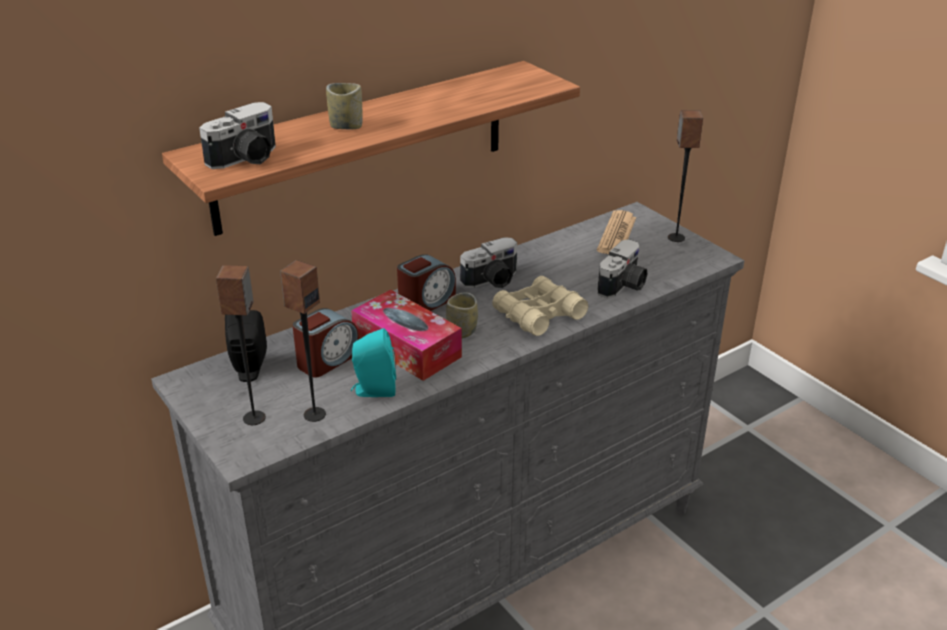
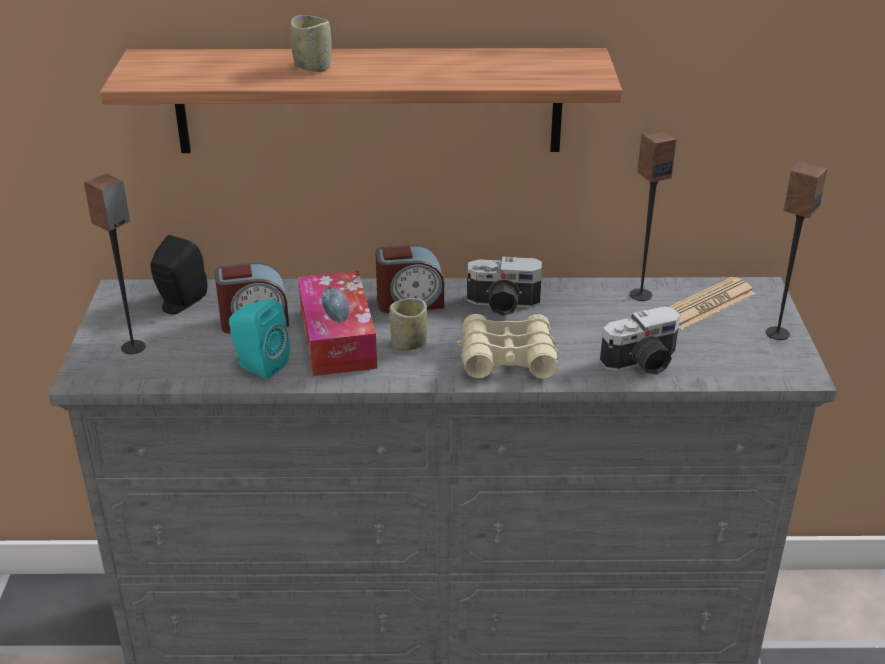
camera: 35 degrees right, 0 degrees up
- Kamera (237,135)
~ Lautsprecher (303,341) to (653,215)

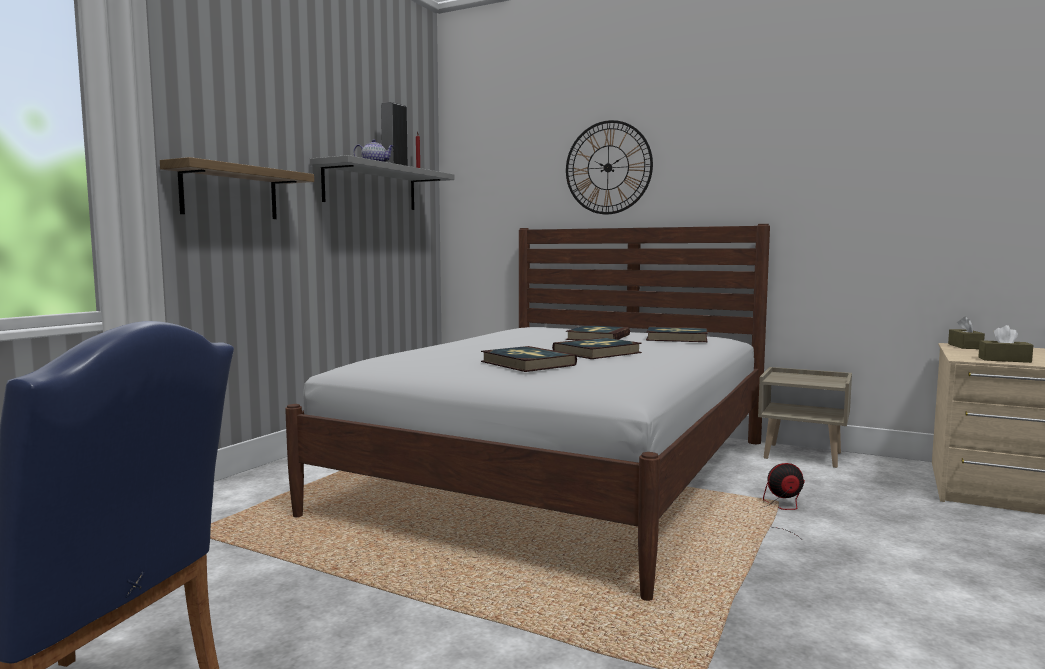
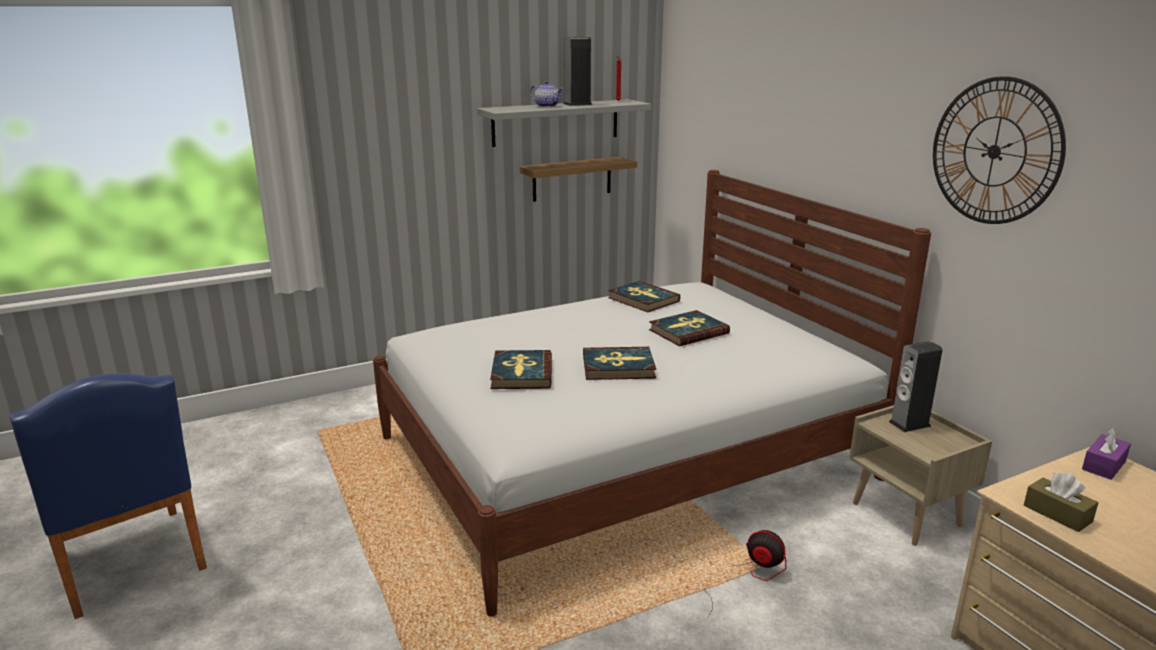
camera: 35 degrees right, 15 degrees up
~ Wandregal (237,188) to (578,179)
~ Wanduhr (609,167) to (999,150)
~ Buch (677,334) to (644,296)
~ Taschentuchbox/braun (966,332) to Taschentuchbox/lila (1106,453)
+ Lautsprecher (916,386)

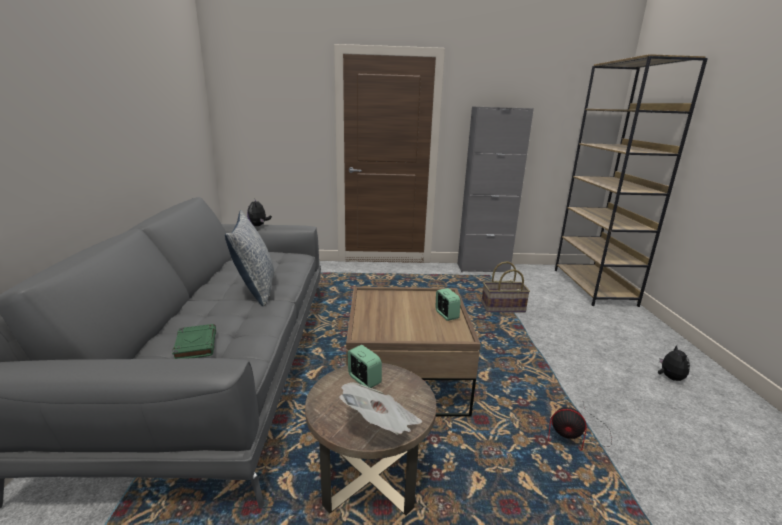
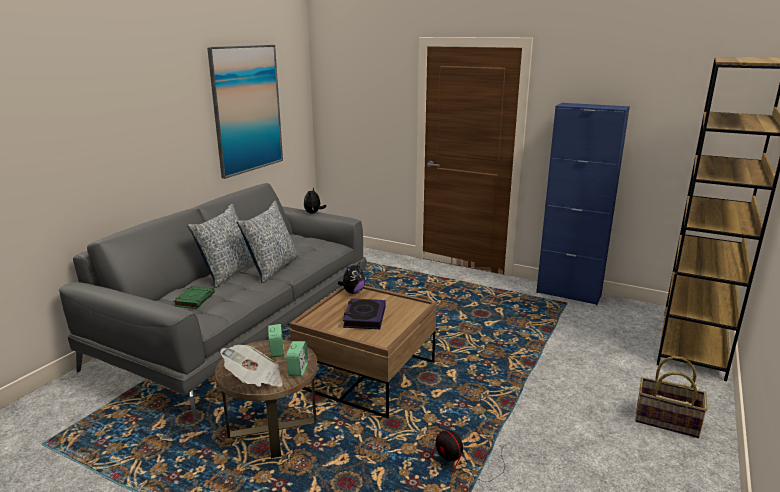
camera: 30 degrees right, 0 degrees up
~ Wecker (448,304) to (297,358)
~ Schrank/grau (495,190) to Schrank/blau (583,204)
~ Korb (505,287) to (671,397)
~ Plüschtier (674,363) to (351,278)
+ Kissen (221,246)
+ Bild (245,112)
+ Buch (364,313)

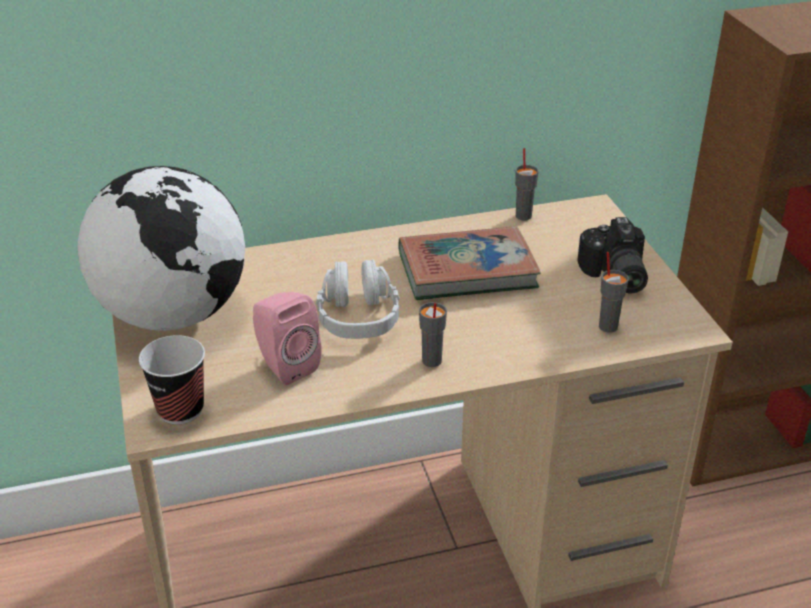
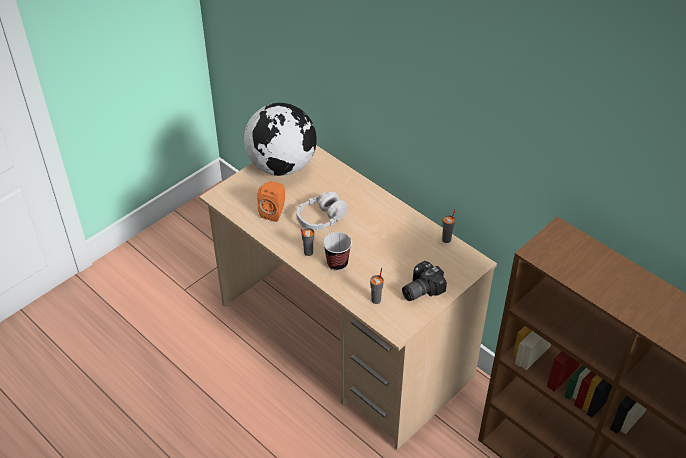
camera: 60 degrees right, 10 degrees up
~ Tasse (172,380) to (337,251)
~ Lautsprecher/rosa (287,338) to Lautsprecher/orange (271,201)
- Buch (469,263)

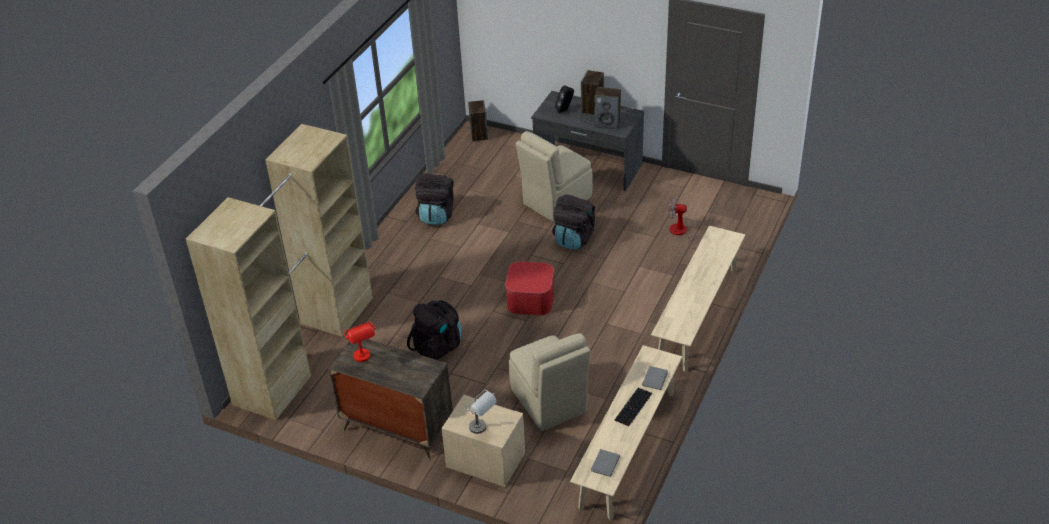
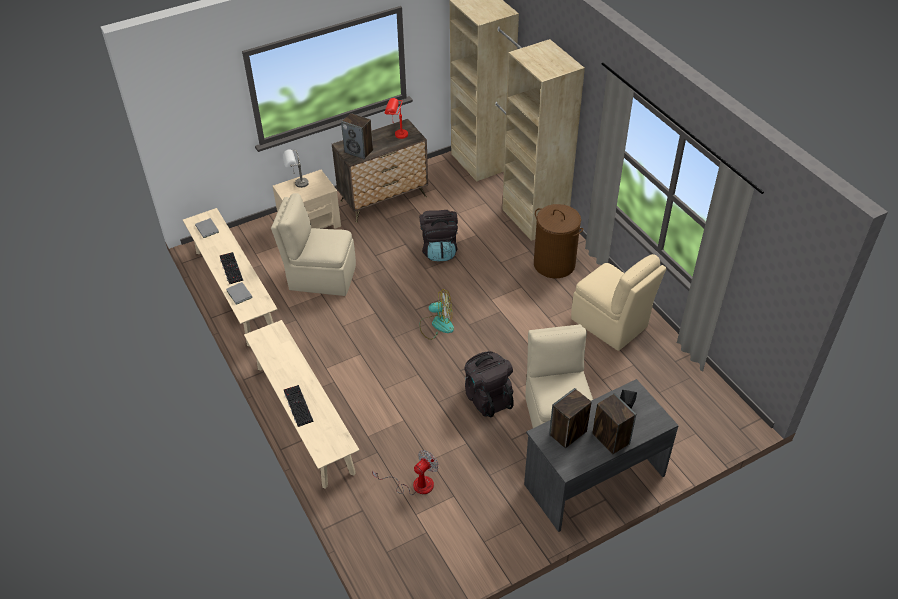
camera: 125 degrees right, 5 degrees up
~ Rucksack/schwarz (434,199) to Stuhl/beige (618,302)
~ Lautsprecher (478,120) to (357,136)
~ Polsterhocker (529,288) to Ventilator (436,314)
+ Tastatur (299,406)
+ Wäschekorb/braun (559,241)

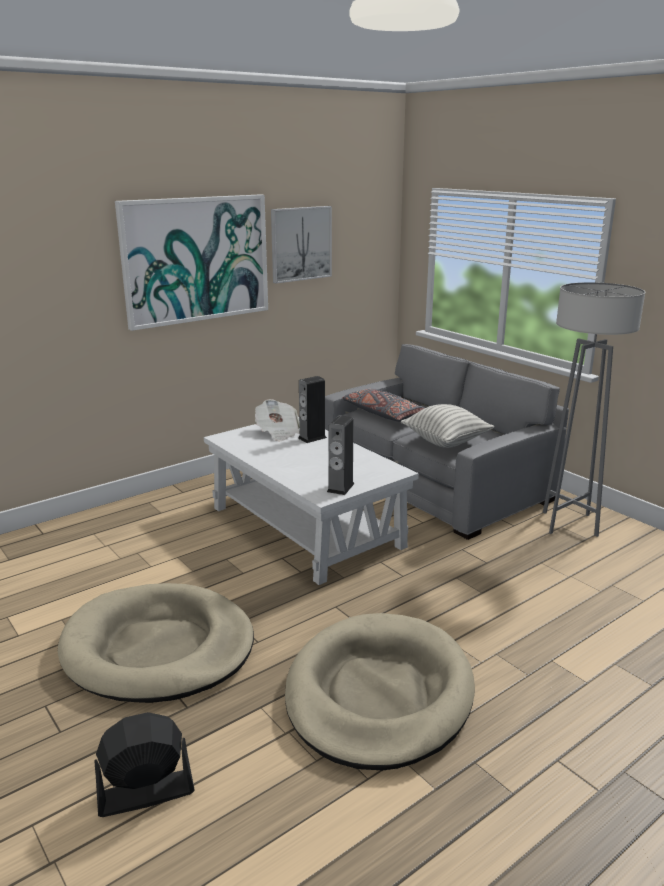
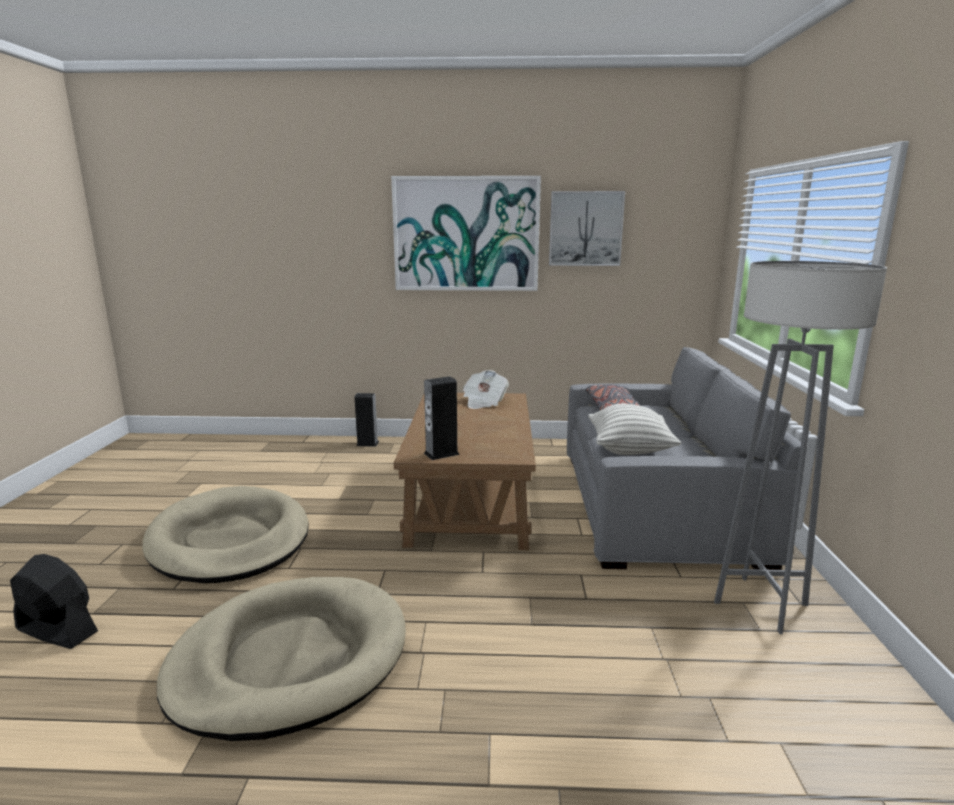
camera: 40 degrees right, 5 degrees down
~ Couchtisch/weiß (311,501) to Couchtisch/braun (465,471)
~ Lautsprecher (312,409) to (367,420)

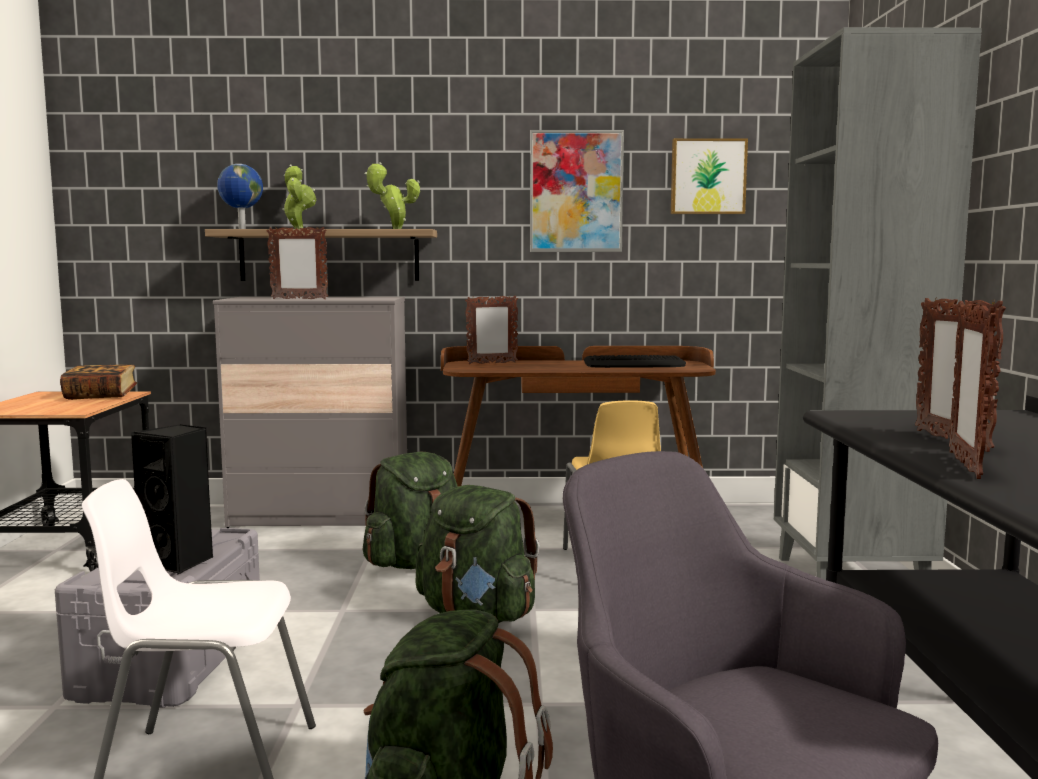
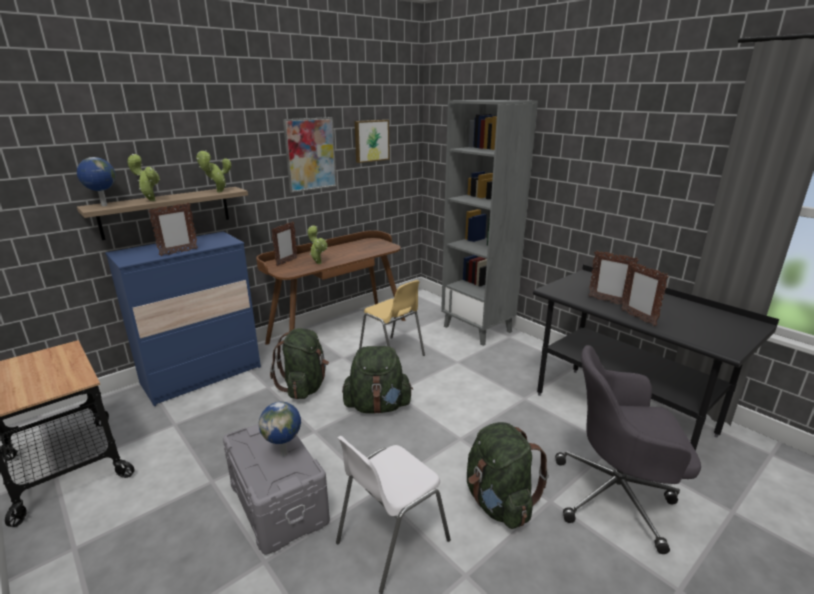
camera: 40 degrees left, 15 degrees up
- Buch (98,382)
~ Lautsprecher/schwarz (172,499) to Globus (280,429)
~ Kommode/grau (310,412) to Kommode/blau (183,318)
- Tastatur (635,361)
+ Topfpflanze (317,244)

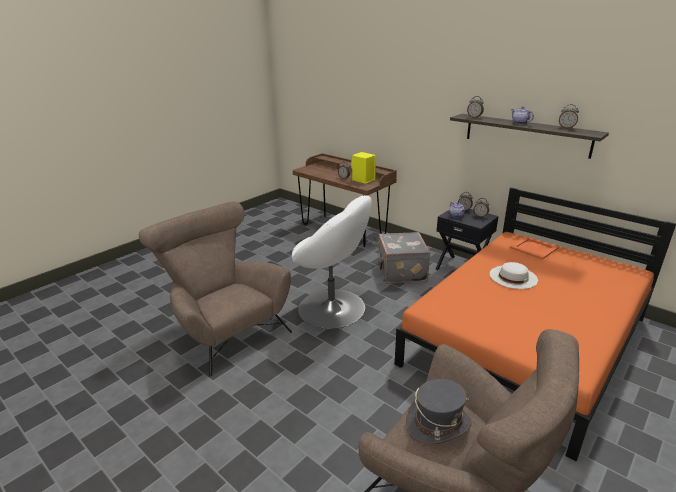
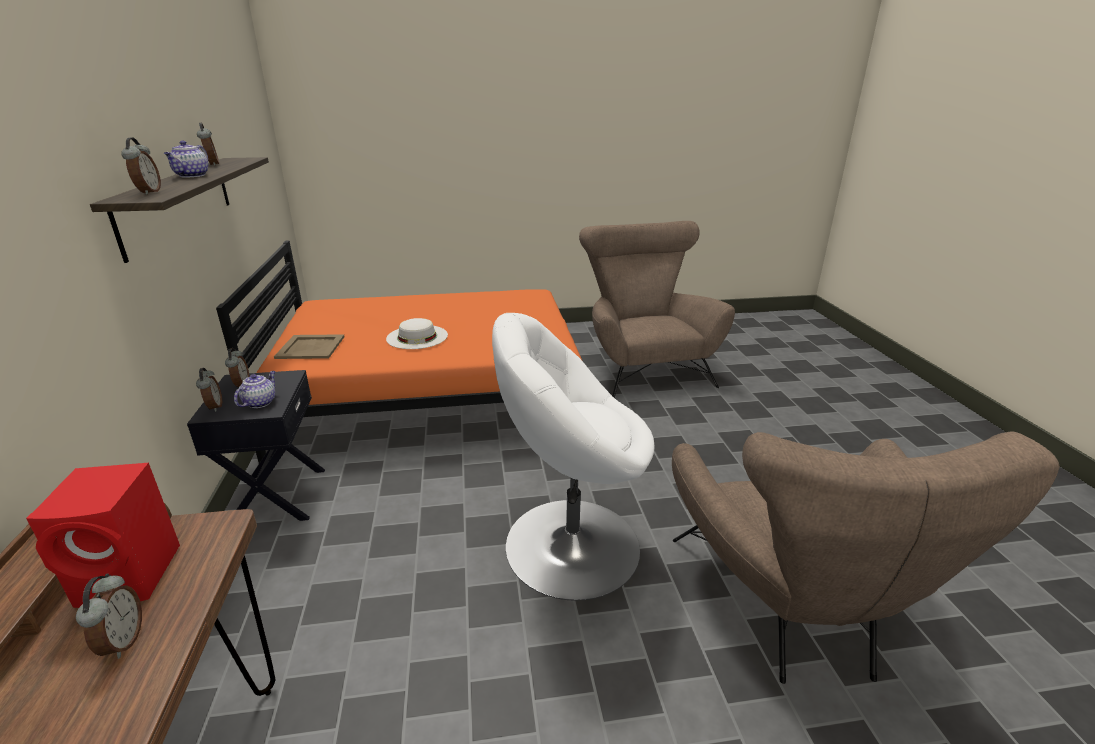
camera: 140 degrees left, 0 degrees up
~ Sessel/weiß (332,262) = (573,457) 75 degrees counterclockwise
~ Lautsprecher/gelb (363,168) to Lautsprecher/rot (103,535)
- Koffer/grau (404,258)
- Hut/grau (438,411)
~ Tablett/orange (534,247) to Tablett/beige (309,346)

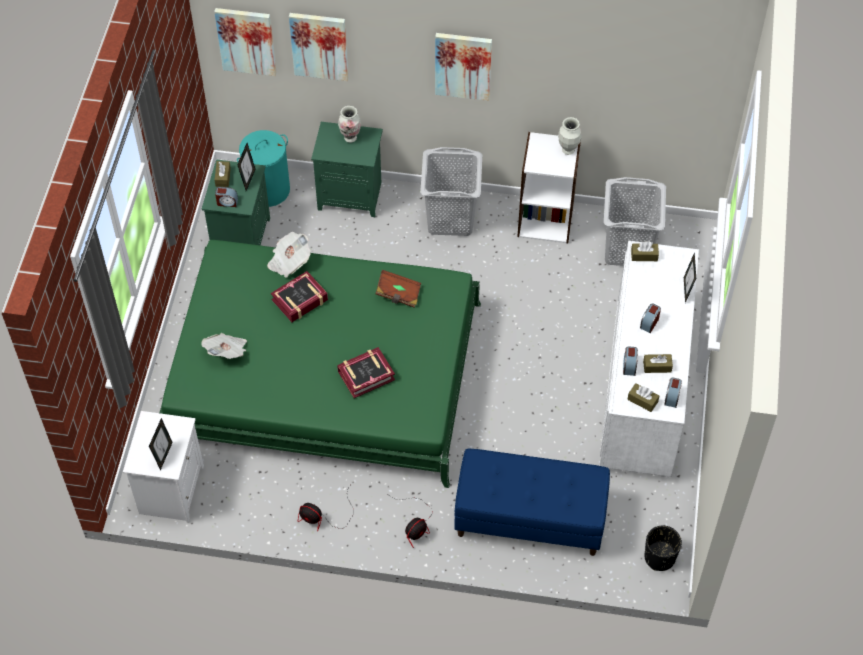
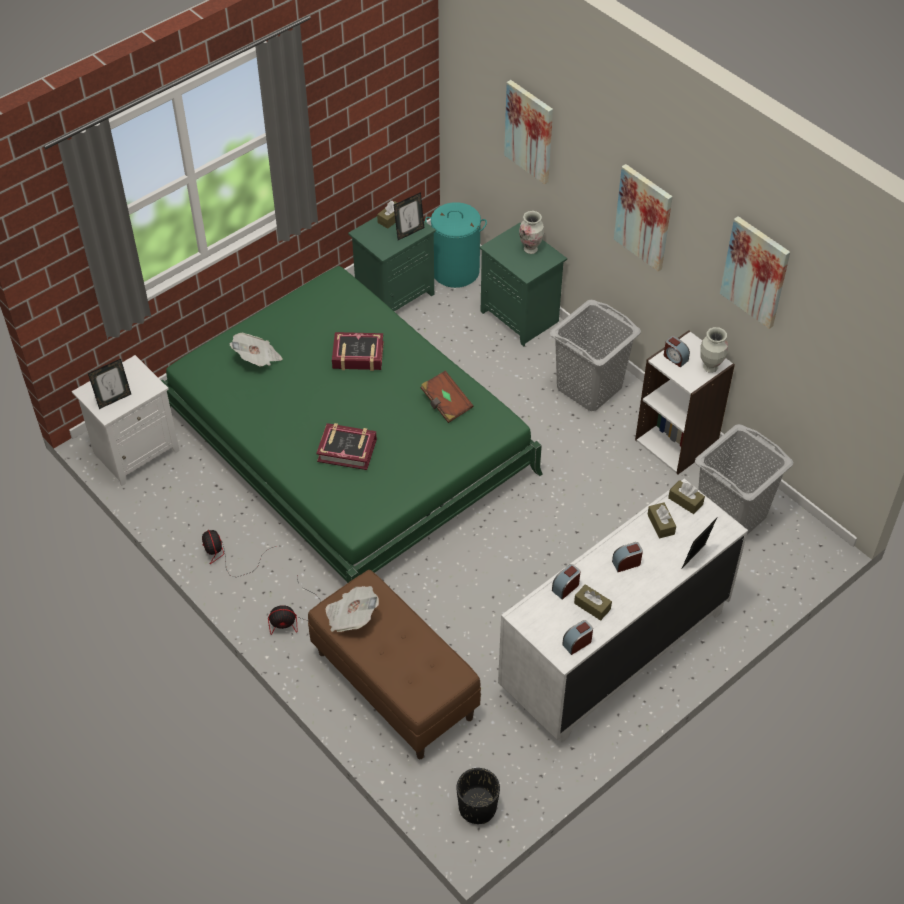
camera: 40 degrees right, 5 degrees down
~ Bild (245,42) to (755,272)
~ Wecker (226,197) to (677,352)
~ Zeitung (289,255) to (352,609)
~ Bank/blau (532,502) to Bank/braun (394,664)
~ Taschentuchbox/braun (643,397) to (661,520)

